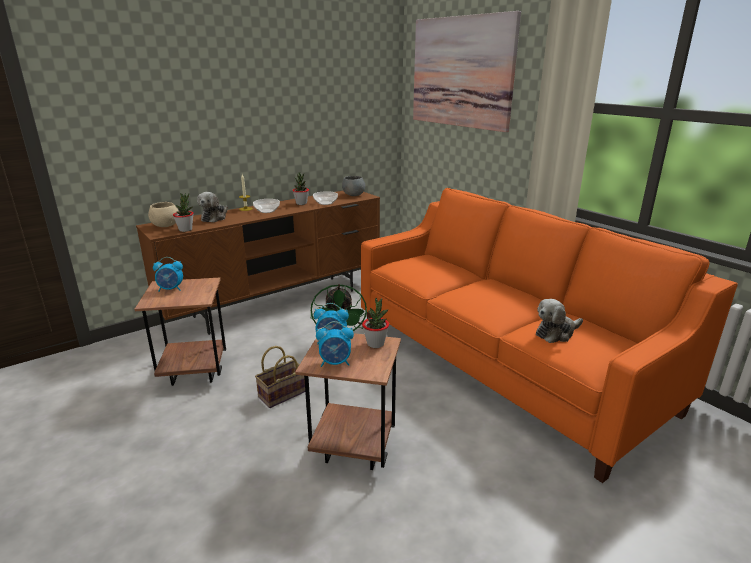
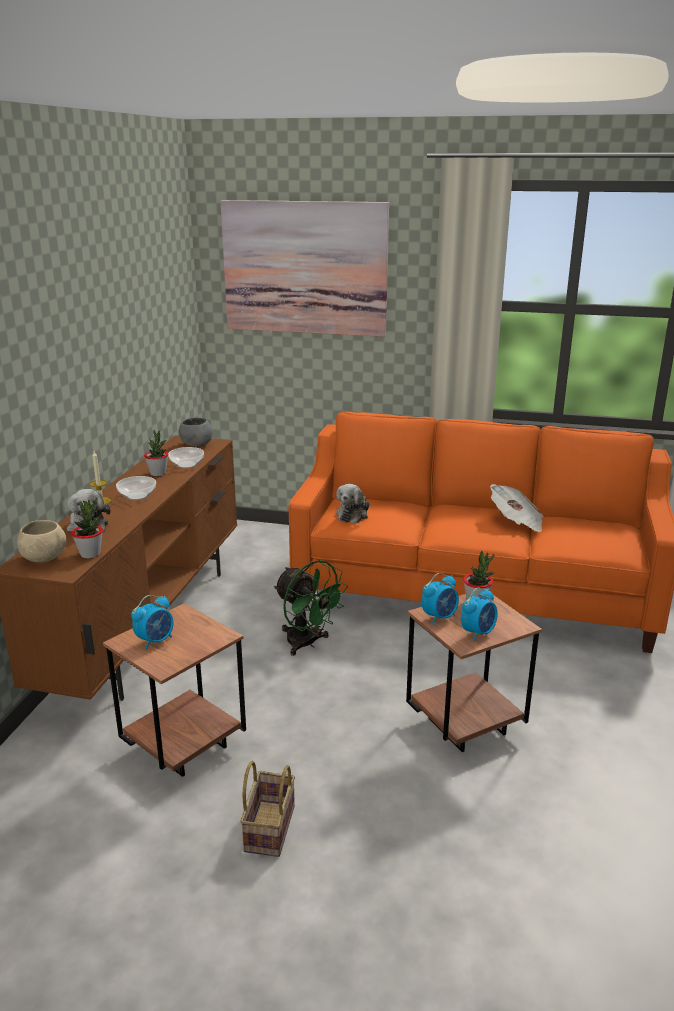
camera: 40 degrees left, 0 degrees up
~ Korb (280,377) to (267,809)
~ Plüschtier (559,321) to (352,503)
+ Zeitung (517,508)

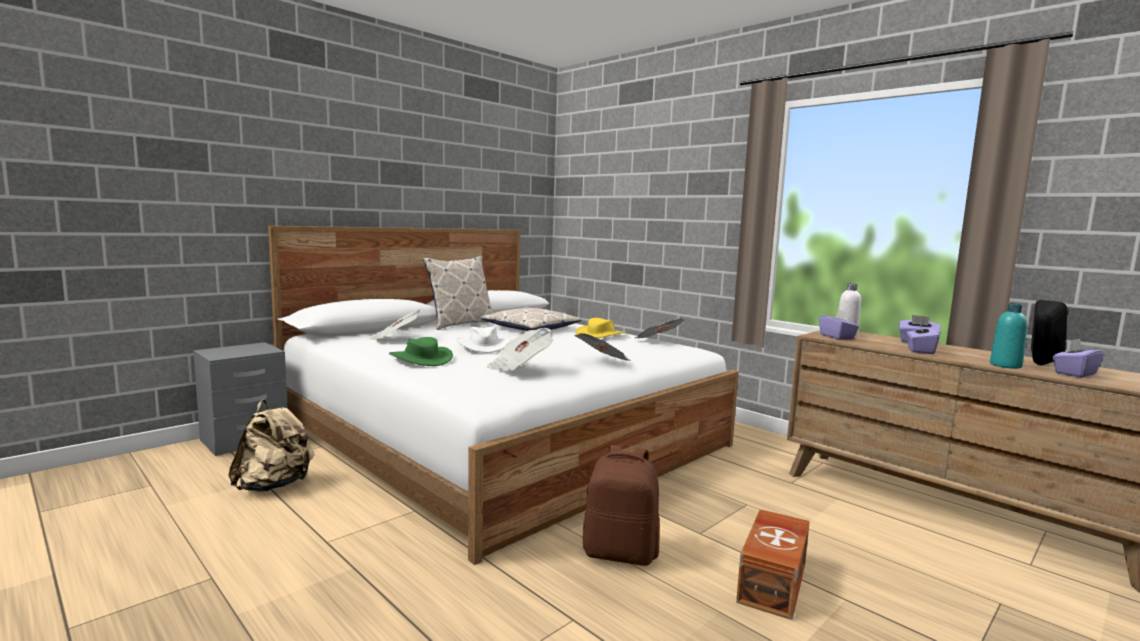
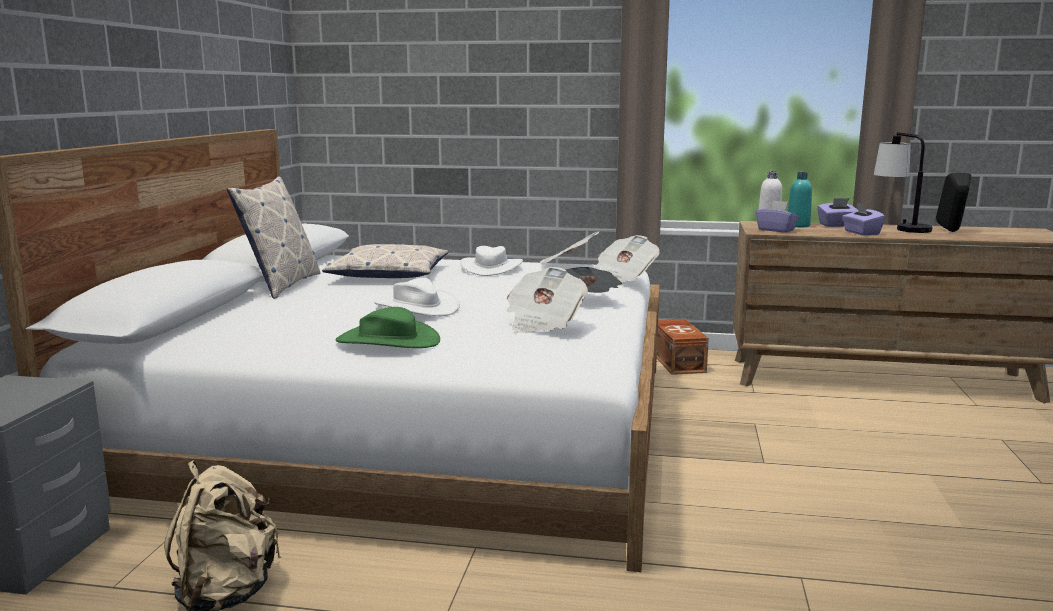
camera: 35 degrees left, 5 degrees up
~ Zeitung (395,324) to (627,258)
~ Hut/gelb (601,328) to Hut/weiß (491,261)
- Rucksack/braun (621,505)
~ Aufbewahrungsbox/braun (773,564) to (683,347)
~ Flasche/türkis (1008,336) to (800,199)
- Taschentuchbox/lila (1078,358)
+ Tischlampe (903,182)

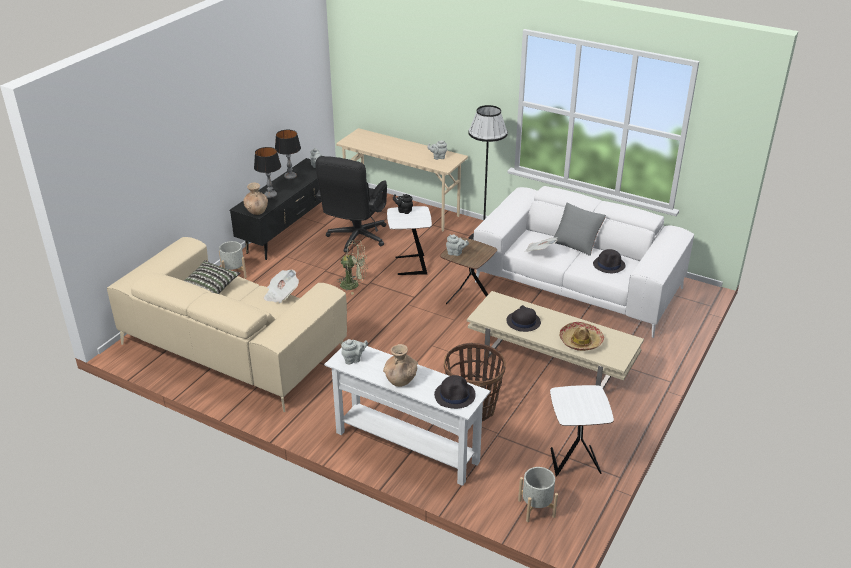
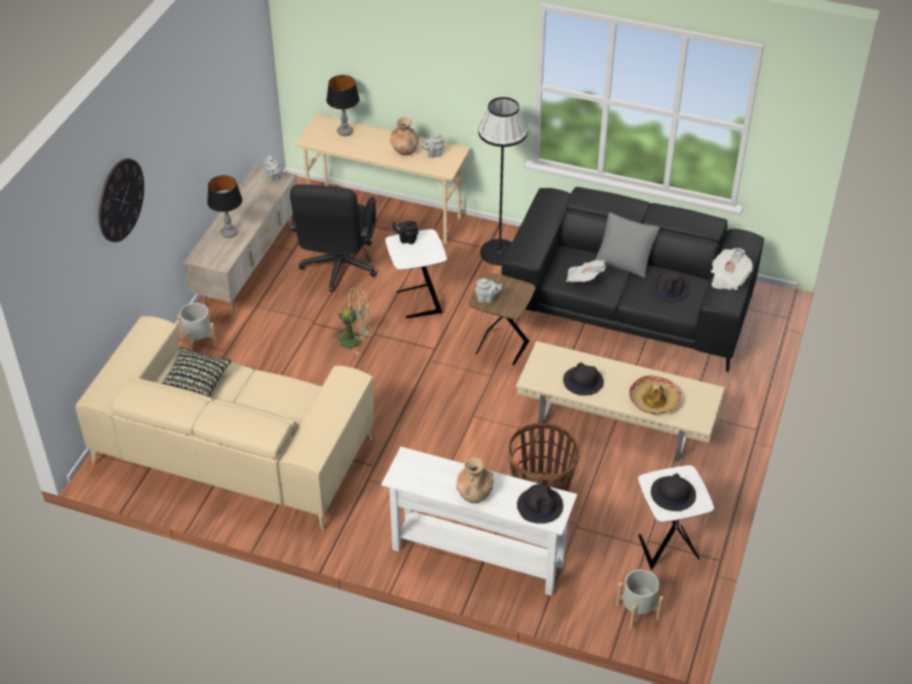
camera: 10 degrees left, 10 degrees up
~ Fernsehschrank/schwarz (276,209) to Fernsehschrank/beige (240,240)
~ Vase/braun (256,198) to (404,136)
~ Zeitung (281,286) to (732,269)
~ Tischlampe (288,154) to (343,105)
- Teekanne/grau (354,351)
~ Sofa/weiß (583,262) to Sofa/schwarz (632,279)
+ Wanduhr (121,200)
+ Hut/schwarz (673,492)

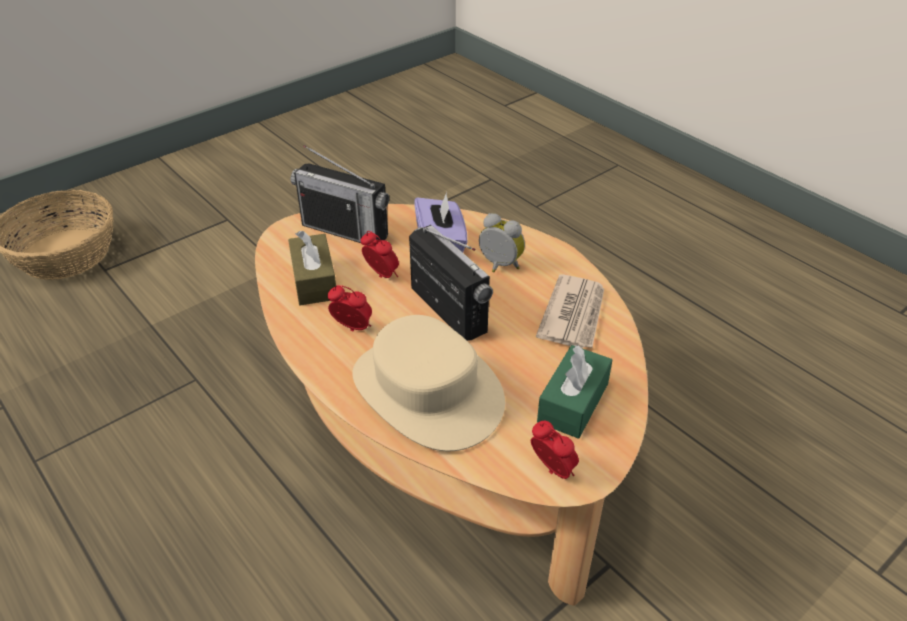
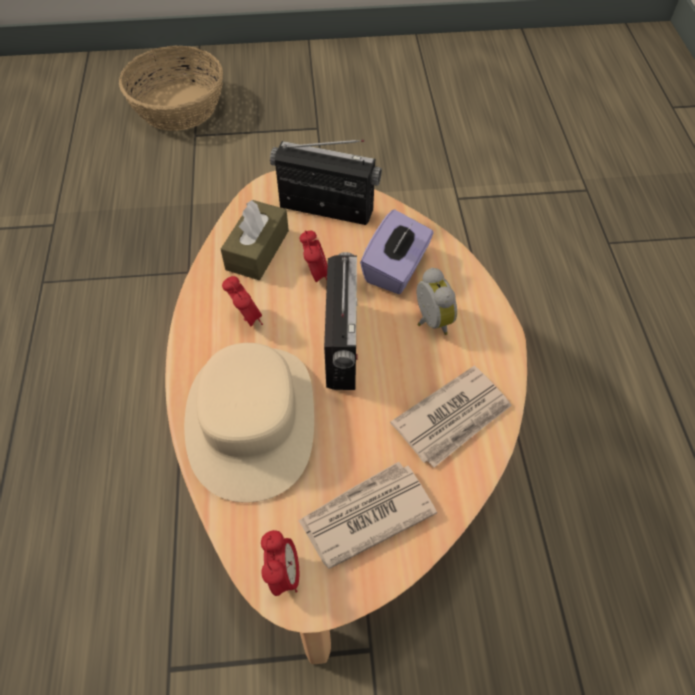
camera: 35 degrees right, 15 degrees up
~ Radio (340,195) = (326,182) 135 degrees clockwise
~ Taschentuchbox/grün (574,392) to Zeitung (367,515)

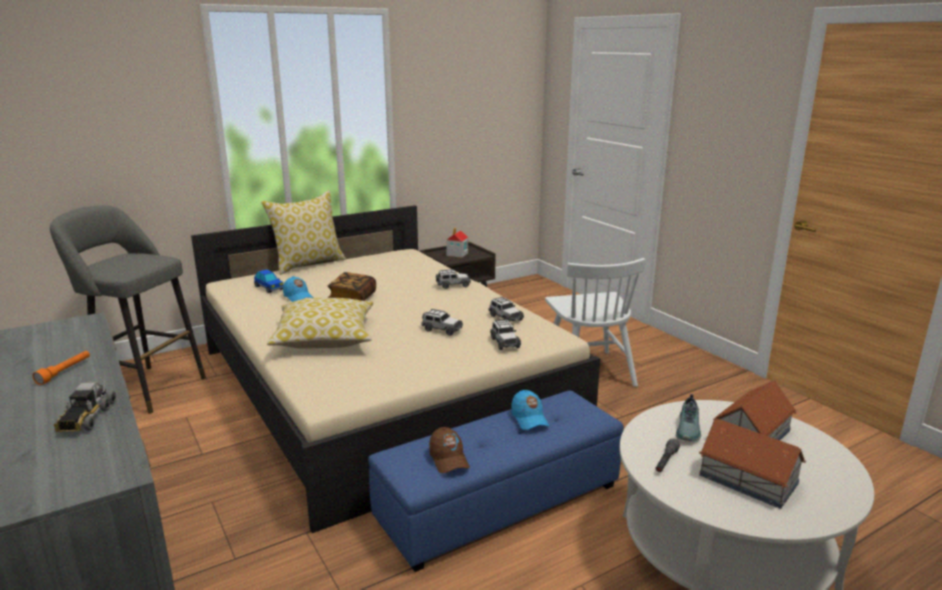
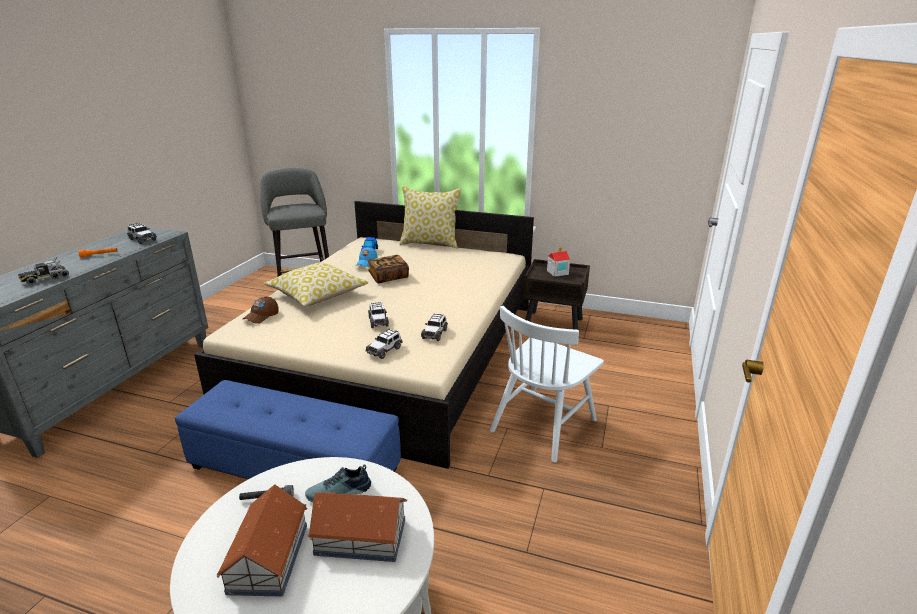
camera: 50 degrees right, 5 degrees up
~ Kappe/braun (449,450) to (260,310)
~ Spielzeugauto (453,279) to (142,233)
- Kappe/blau (530,410)

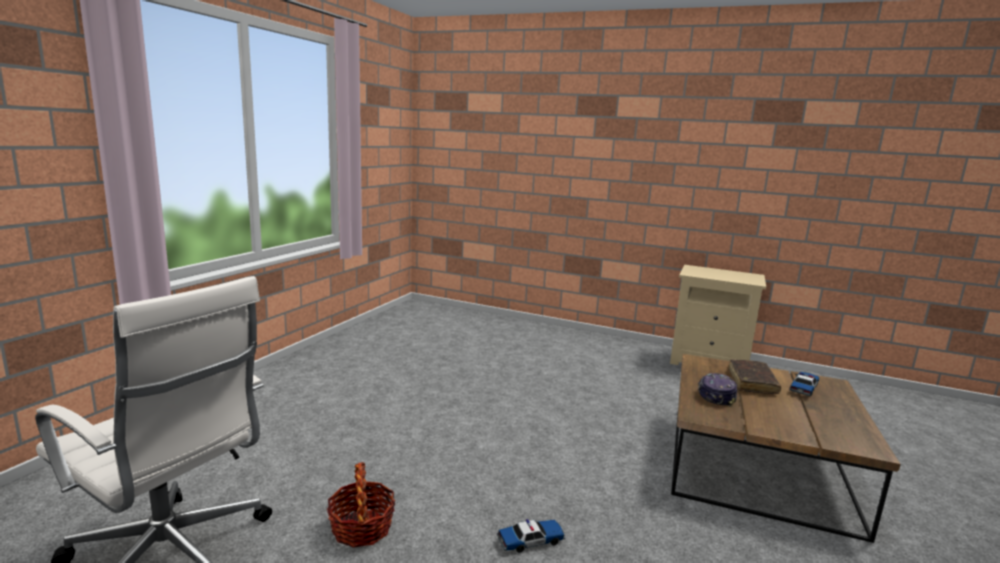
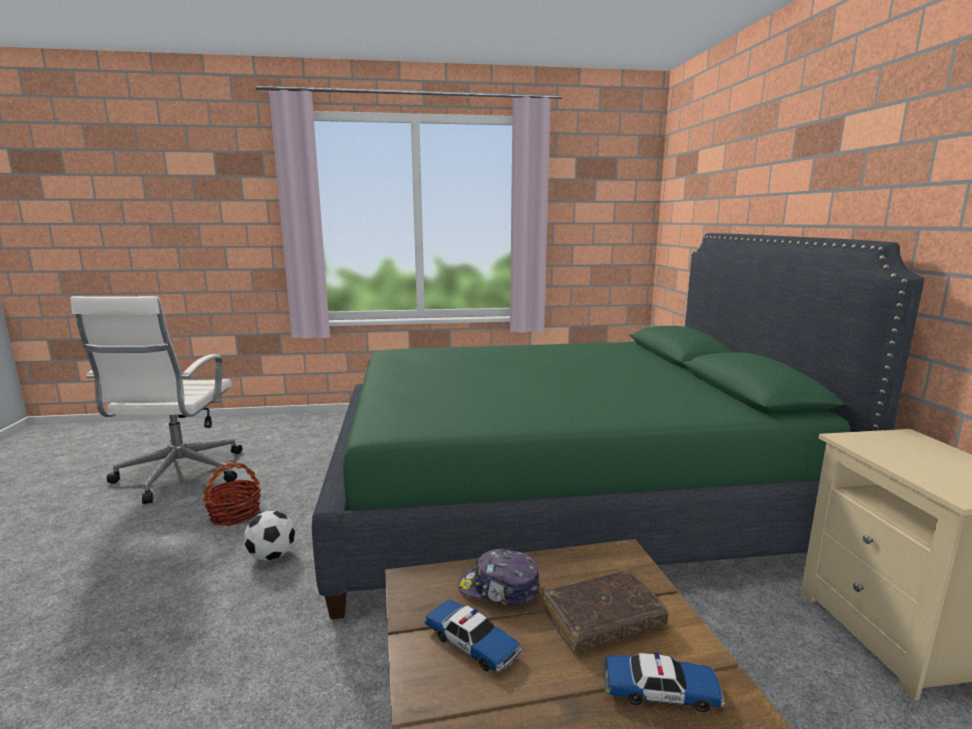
camera: 60 degrees right, 0 degrees up
~ Spielzeugauto (531,536) to (473,636)
~ Kappe (717,390) = (499,577) 150 degrees counterclockwise
+ Fußball (269,536)
+ Bett/grün (618,426)

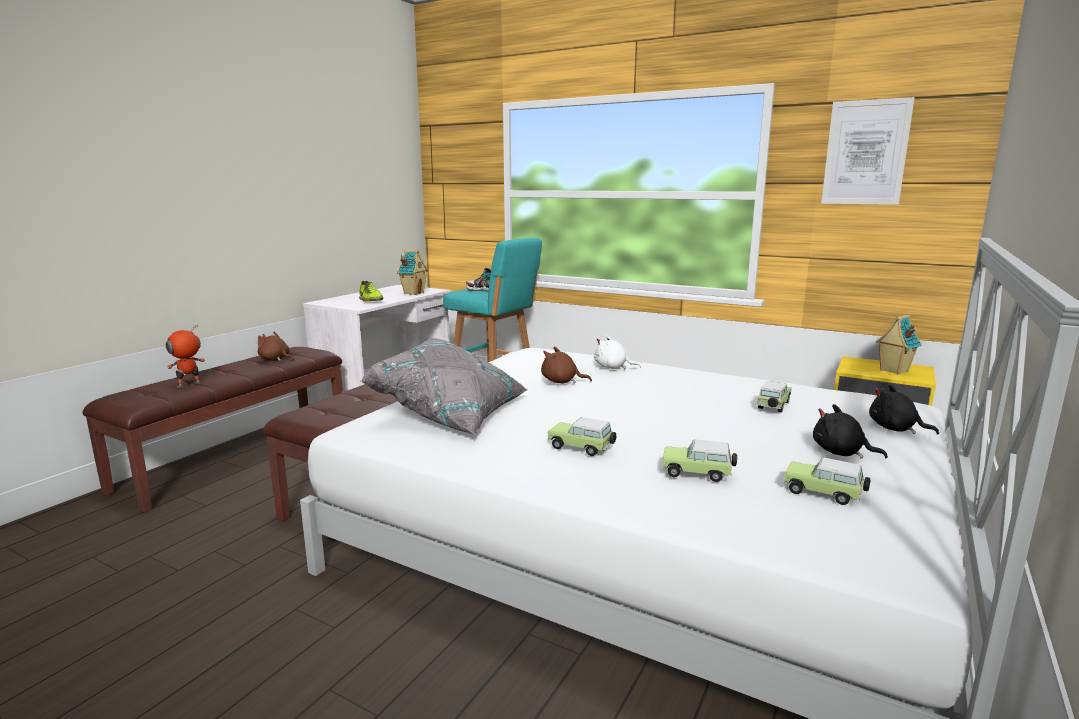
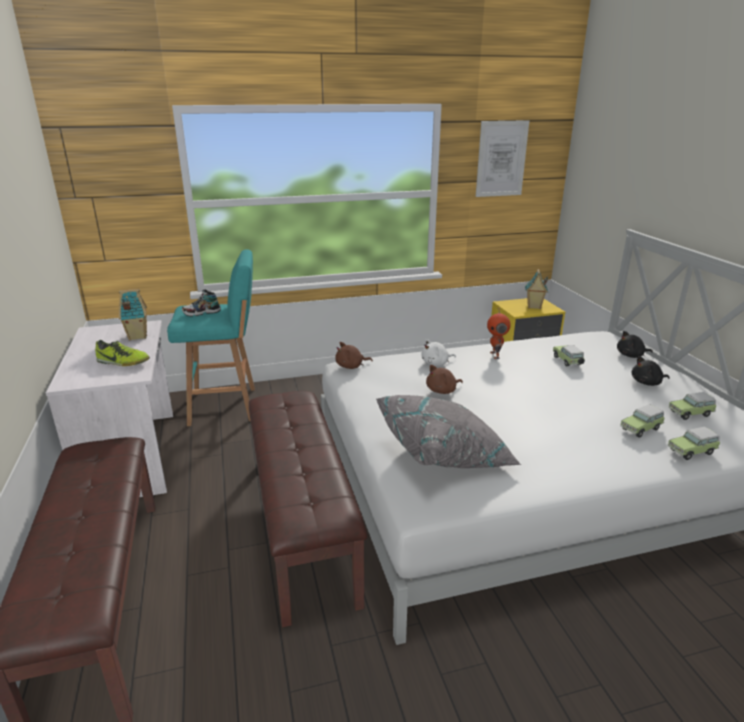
camera: 45 degrees left, 10 degrees up
~ Spielzeugroboter (185,356) to (499,333)
~ Plüschtier/braun (276,346) to (354,355)
~ Spielzeugauto (582,436) to (694,443)

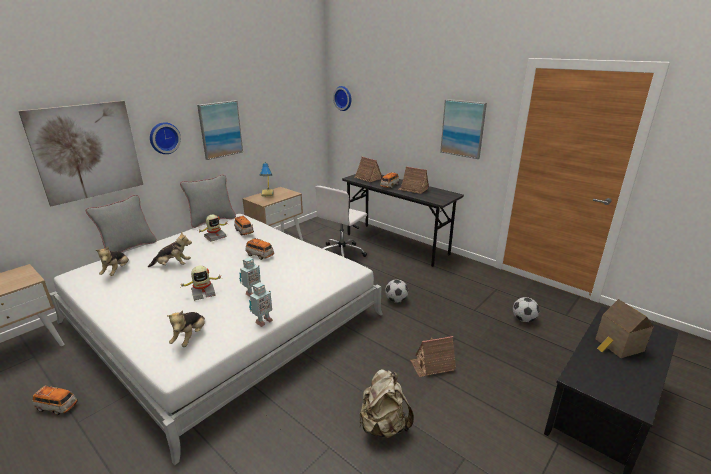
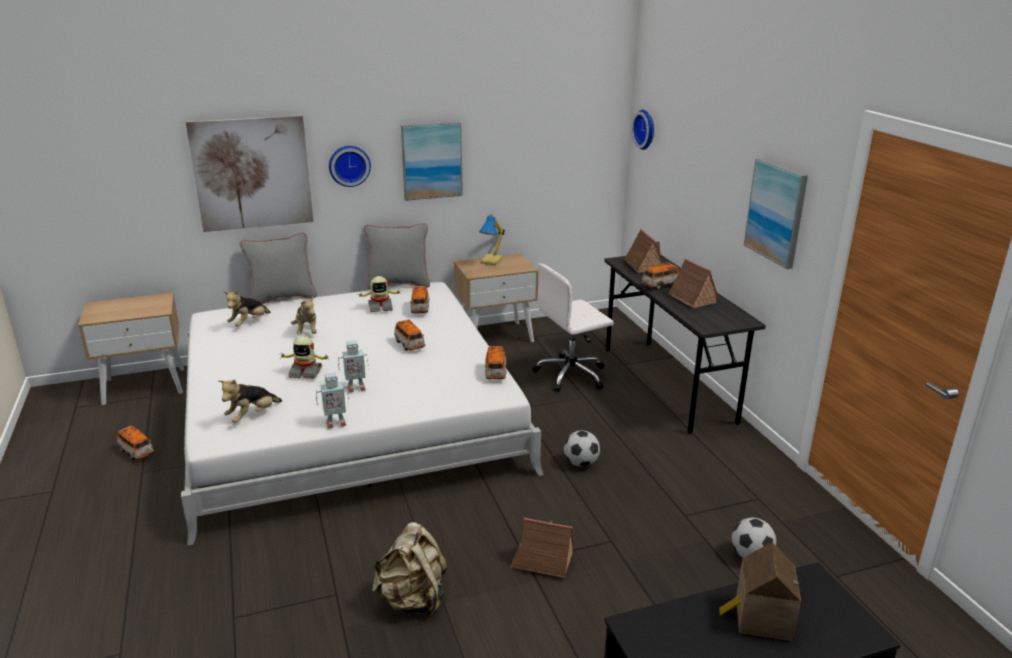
camera: 30 degrees right, 0 degrees up
~ Plüschtier (170,249) = (304,315) 45 degrees clockwise
+ Spielzeugauto (496,363)

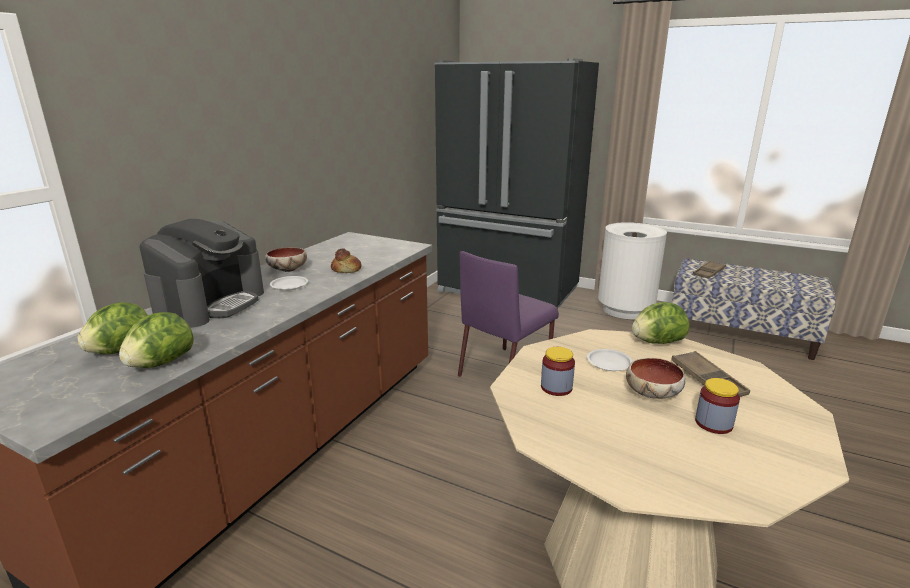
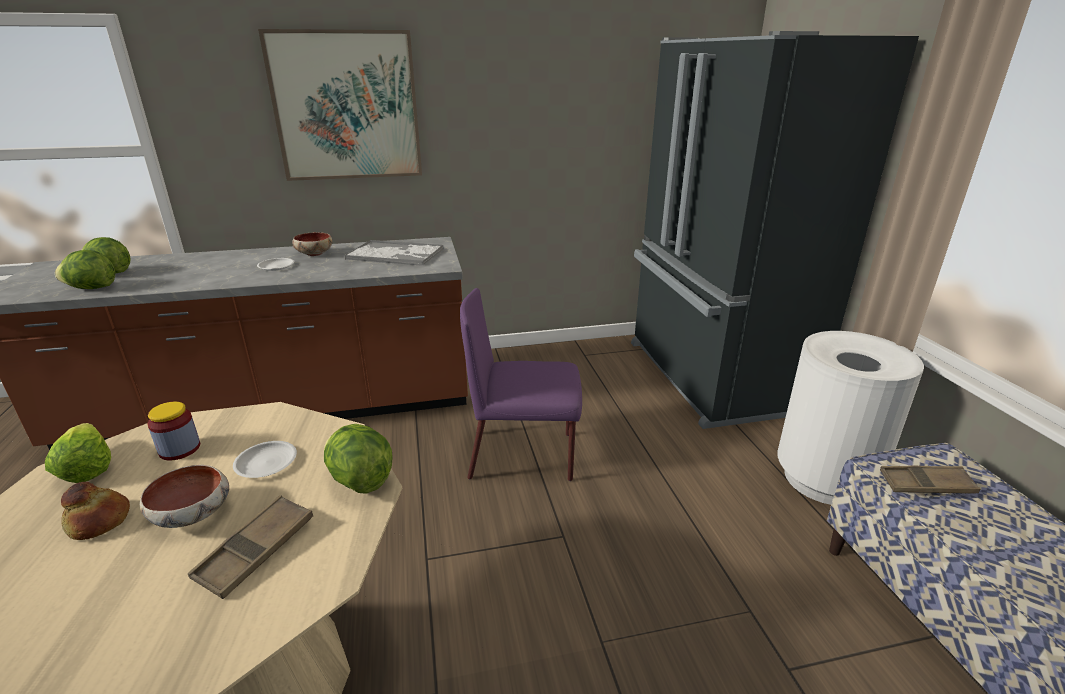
camera: 50 degrees right, 5 degrees up
- Kaffeemaschine (202,273)
~ Brot (346,260) to (95,511)
- Vorratsglas (717,406)
+ Salatkopf (78,453)
+ Bild (340,105)
+ Tablett (394,253)

